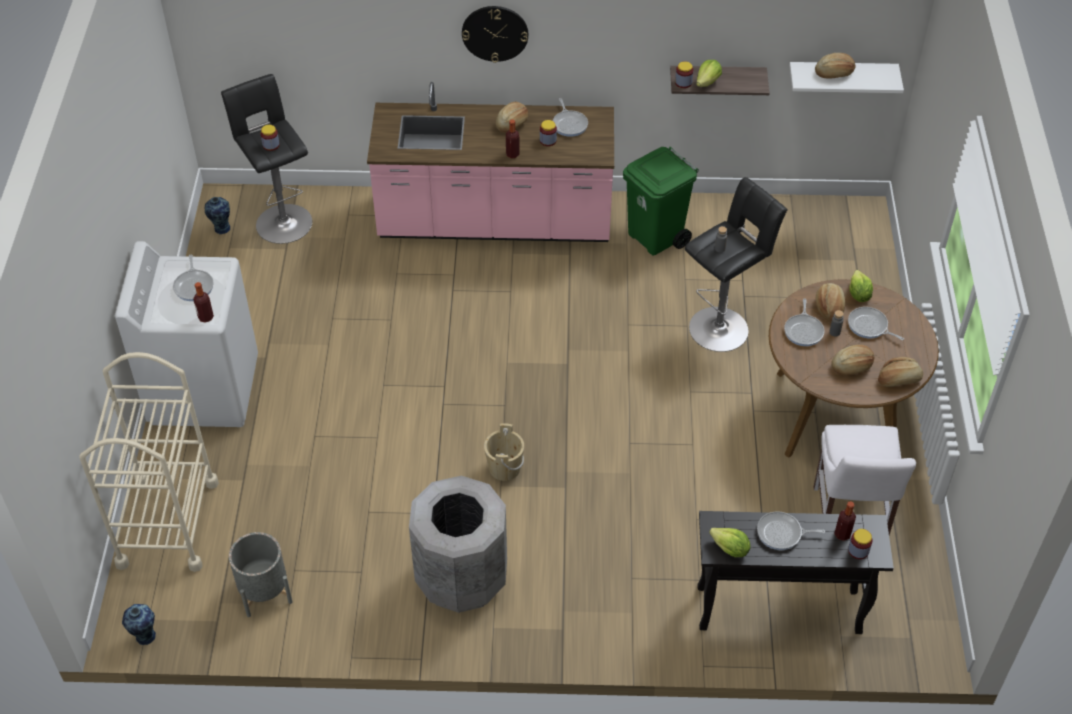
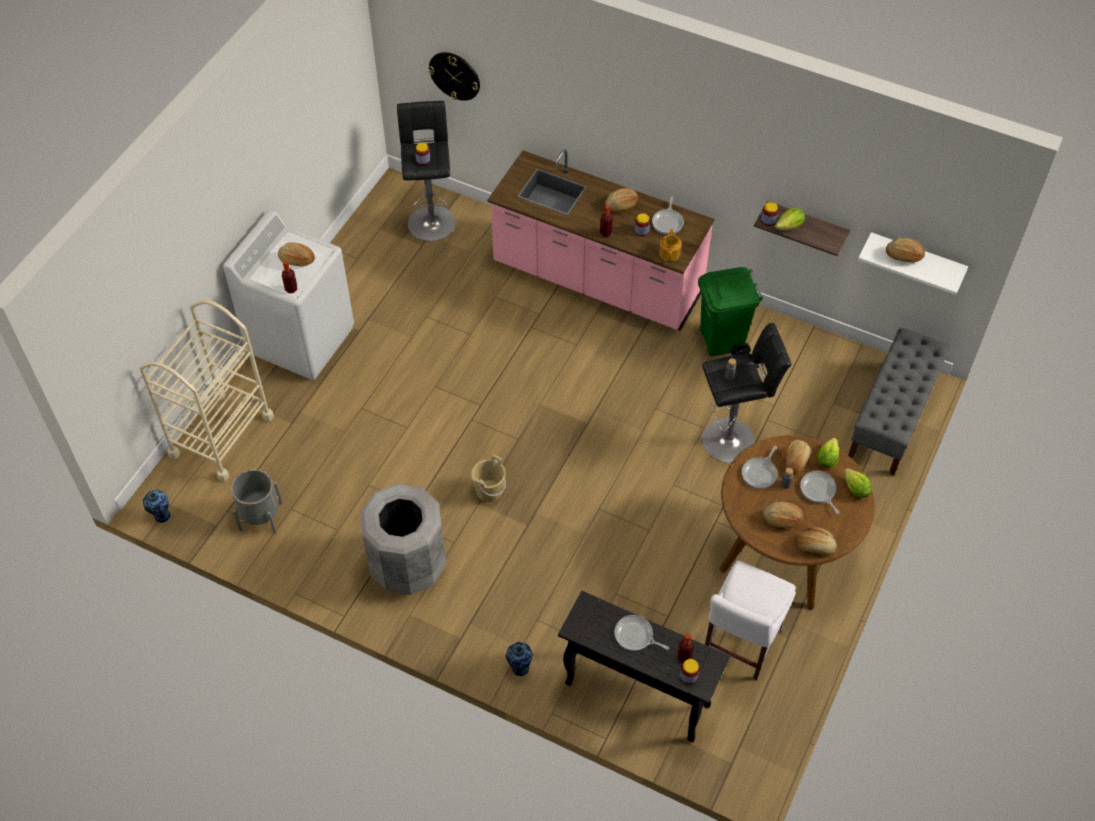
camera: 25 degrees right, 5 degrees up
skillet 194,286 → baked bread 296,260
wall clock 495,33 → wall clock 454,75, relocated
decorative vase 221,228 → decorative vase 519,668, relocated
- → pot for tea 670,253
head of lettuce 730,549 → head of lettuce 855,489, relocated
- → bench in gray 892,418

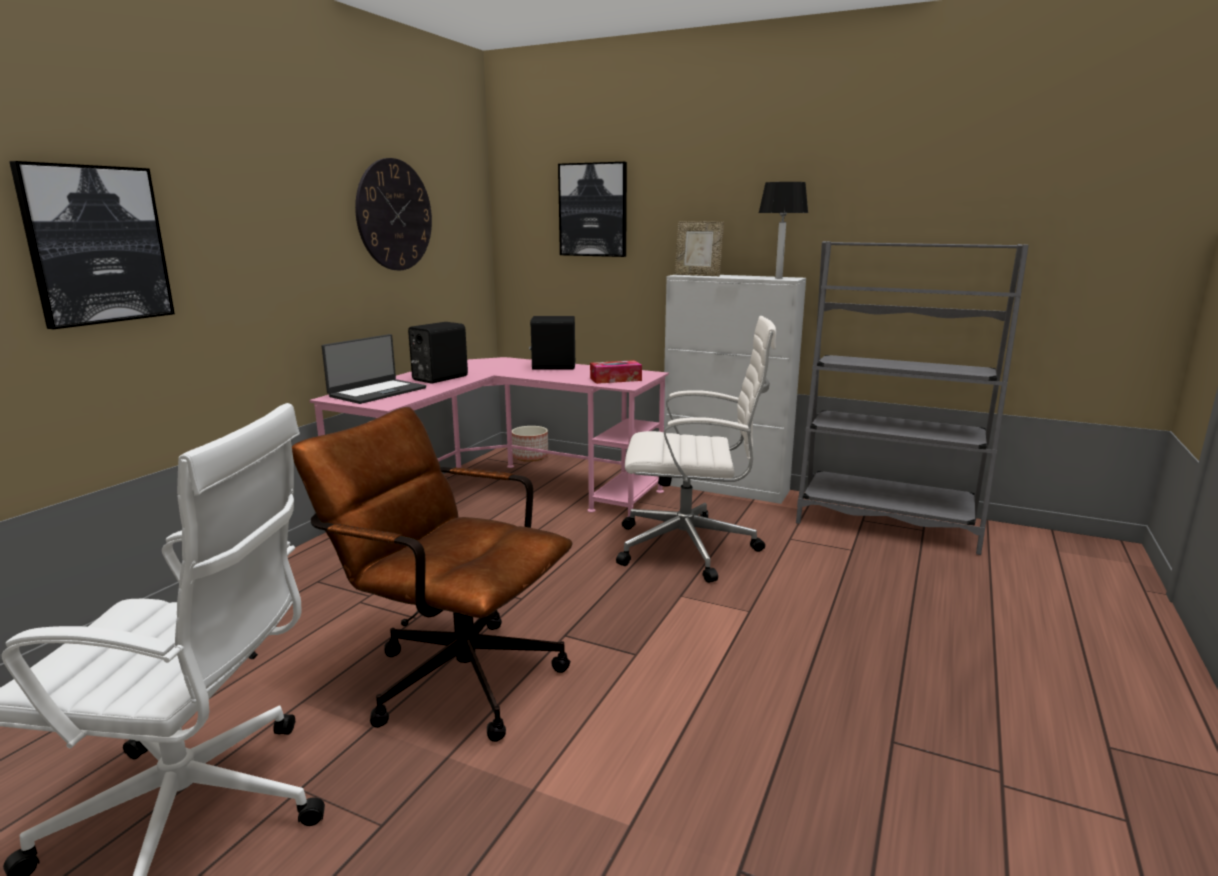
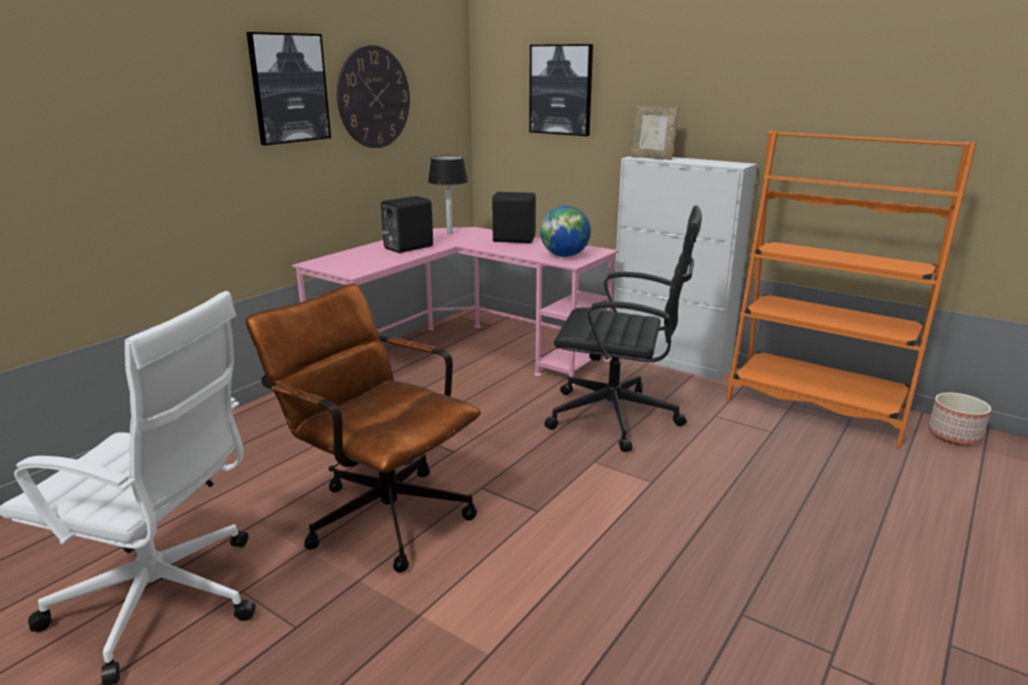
camera: 10 degrees right, 5 degrees up
wall picture 97,245 → wall picture 289,88, relocated
table lamp 778,278 → table lamp 449,233, relocated
tissue holder 615,379 → world globe 564,256
desk chair in white 690,548 → desk chair in black-coloured 617,417
bookshelf in gray 886,522 → bookshelf in orange 816,407
plant pot 531,457 → plant pot 954,435, relocated
portable computer 377,392 → -

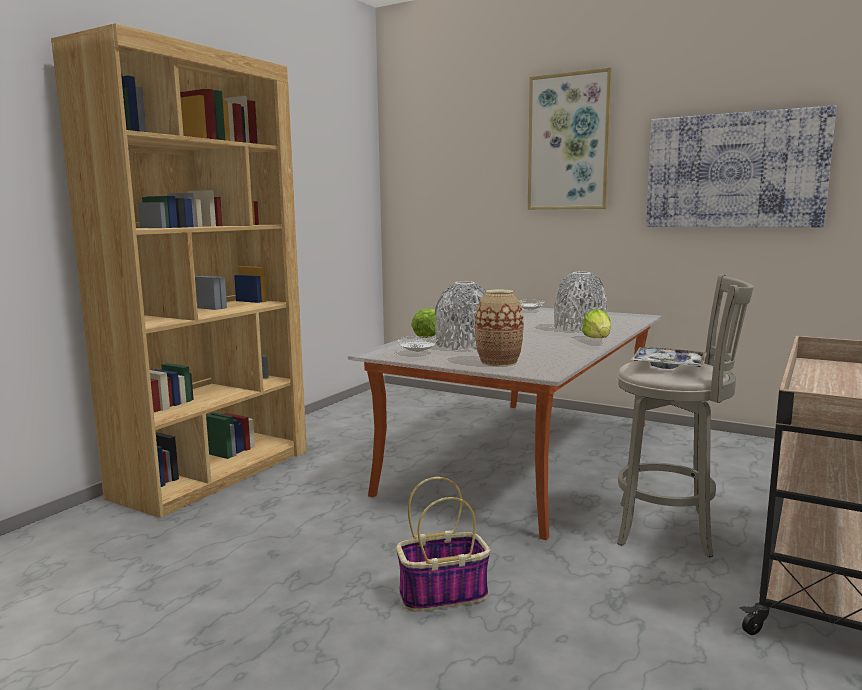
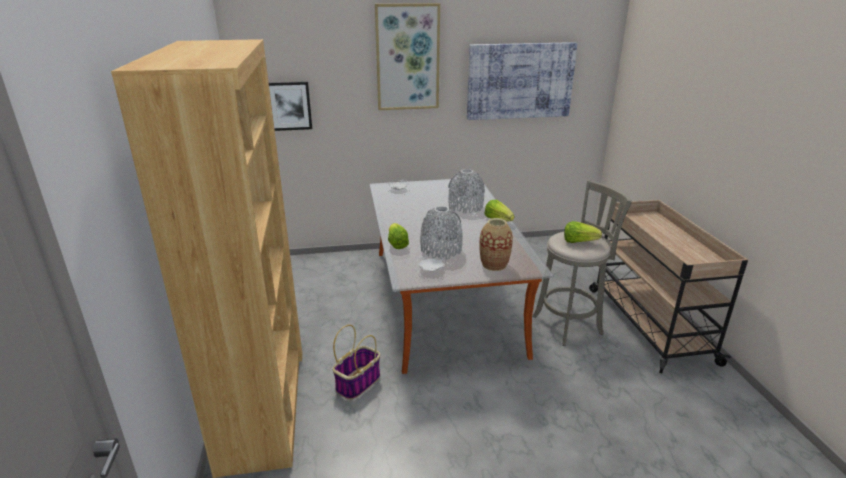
camera: 40 degrees left, 15 degrees up
- → wall picture 289,106
household basket 444,594 → household basket 358,382, relocated
tray 668,365 → head of lettuce 579,242

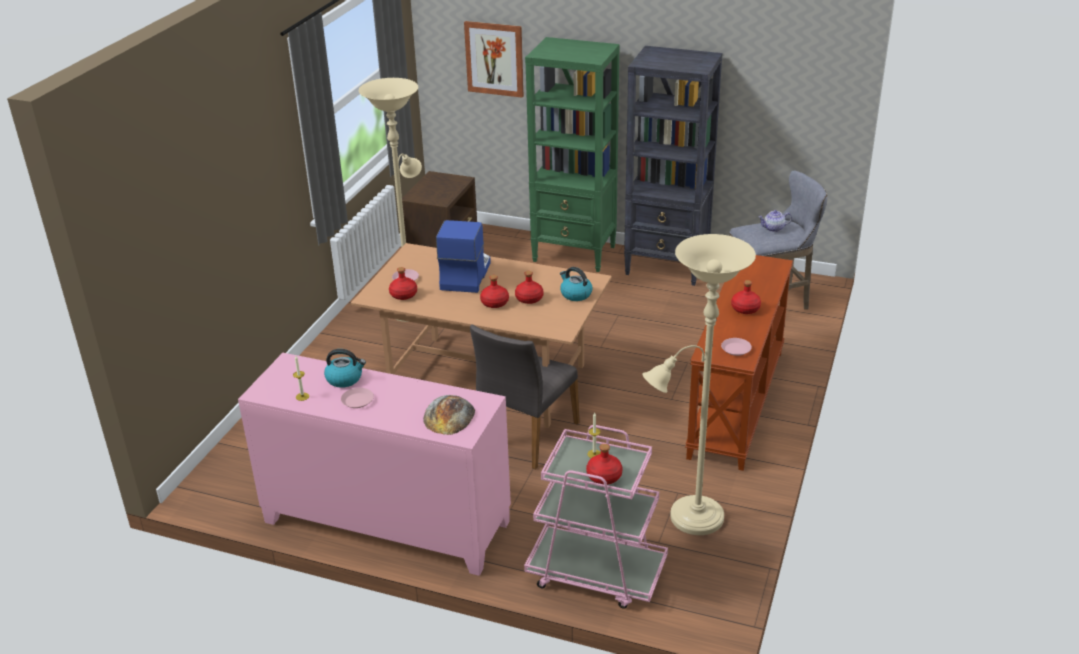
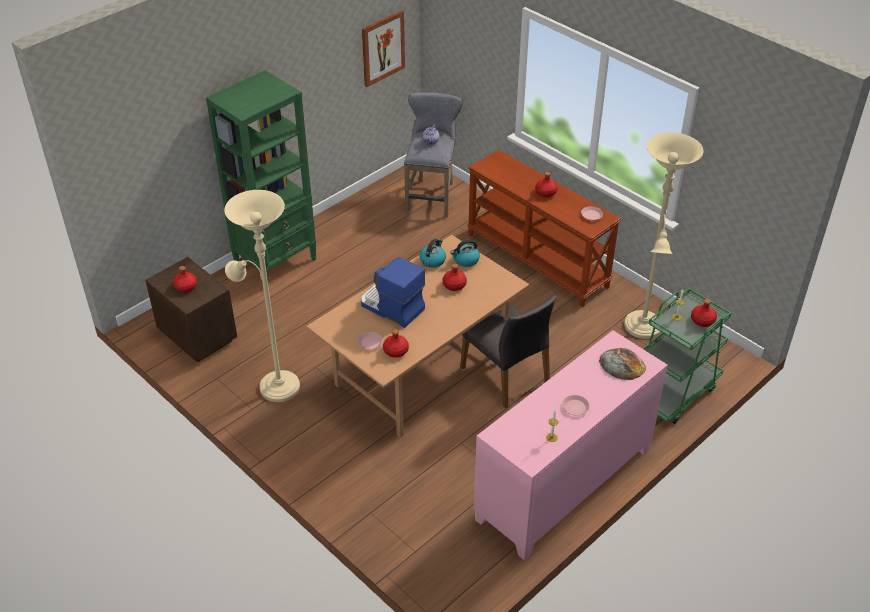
camera: 65 degrees left, 10 degrees up
bottle in reddish 494,303 → bottle in reddish 185,286, relocated
wall picture 494,58 → wall picture 382,48, relocated
water kettle 345,379 → water kettle 433,260, relocated
trolley in pink 595,573 → trolley in greenish 673,392
bookshelf in black-coloured 667,267 → -

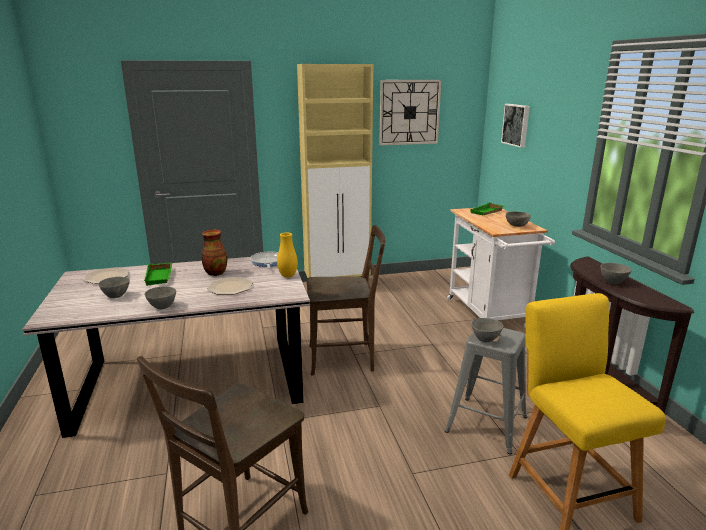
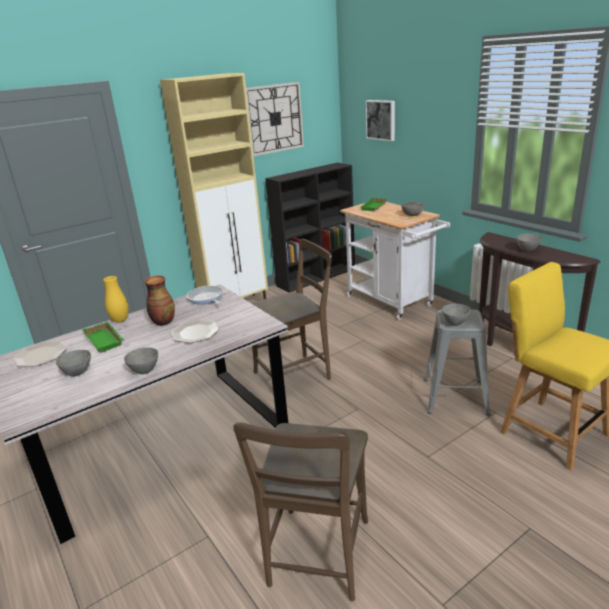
camera: 20 degrees left, 5 degrees up
decorative vase in yellow-coloured 288,276 → decorative vase in yellow-coloured 120,320, relocated
- → bookshelf in black-coloured 317,277

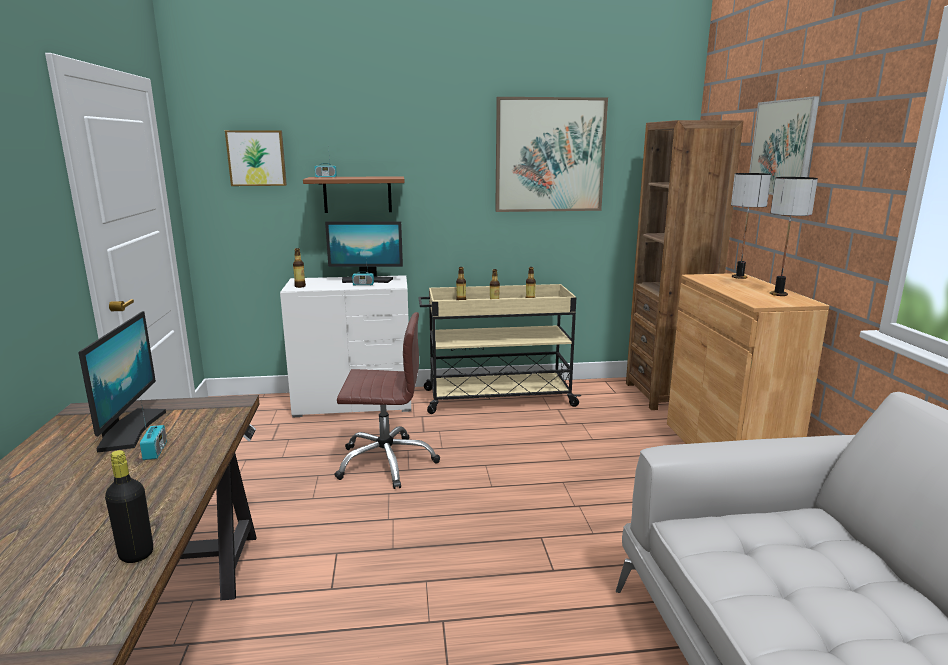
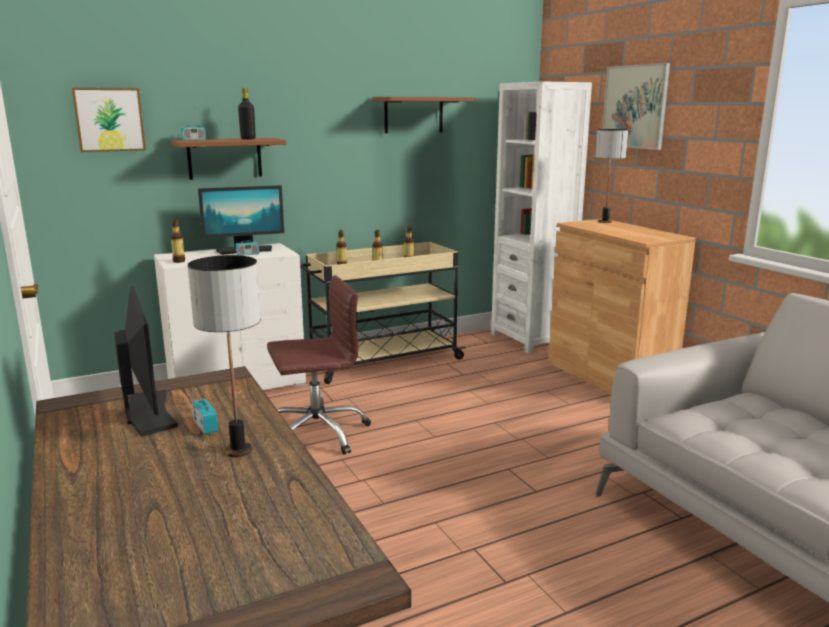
camera: 20 degrees left, 0 degrees up
table lamp 779,294 → table lamp 238,450, relocated
bottle in black-coloured 136,554 → bottle in black-coloured 248,139, relocated
wall picture 550,155 → bracket shelf in brown 413,115
bookshelf in brown 665,394 → bookshelf in white 531,339

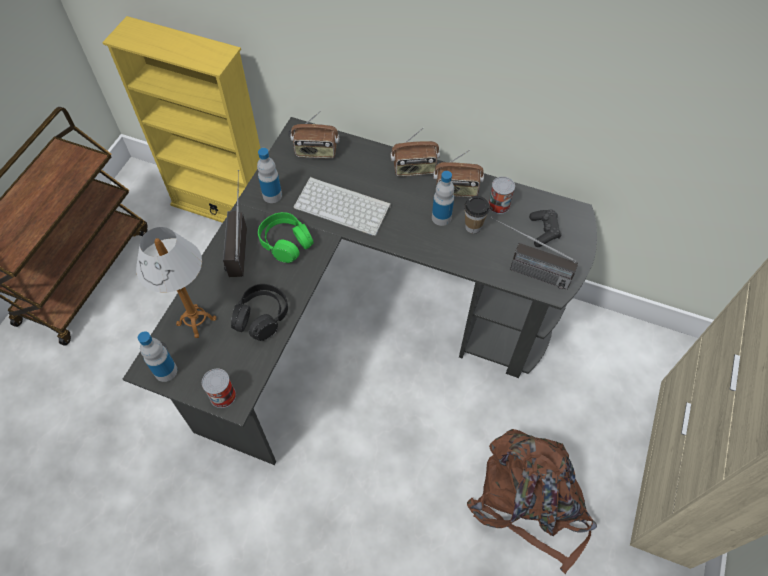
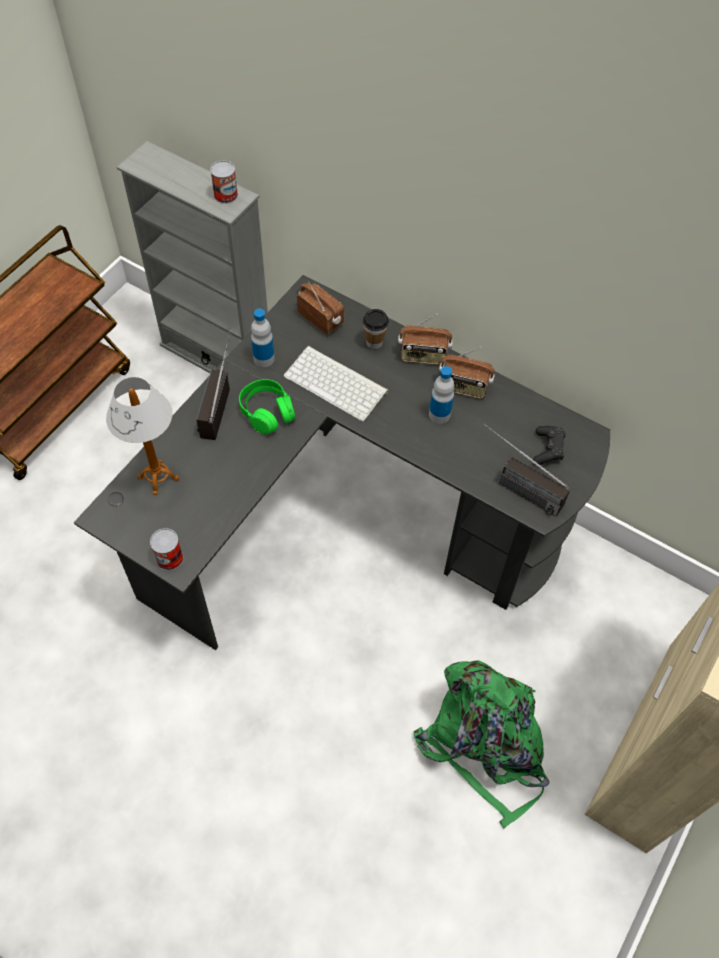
camera: 10 degrees right, 0 degrees up
bookshelf in yellow-coloured 223,207 → bookshelf in gray 217,357
sealed can 498,205 → sealed can 225,195, relocated
radio receiver 316,152 → radio receiver 321,318, 150 degrees counterclockwise
drinking cup 473,227 → drinking cup 374,343, relocated
rucksack in brown 530,499 → rucksack in greenish 486,743
bottle 165,371 → -
headphones in black-coloured 261,316 → -

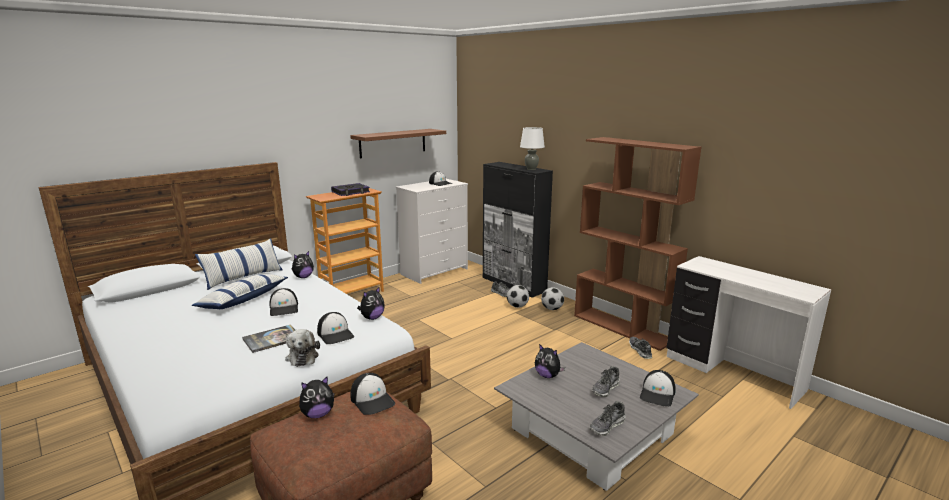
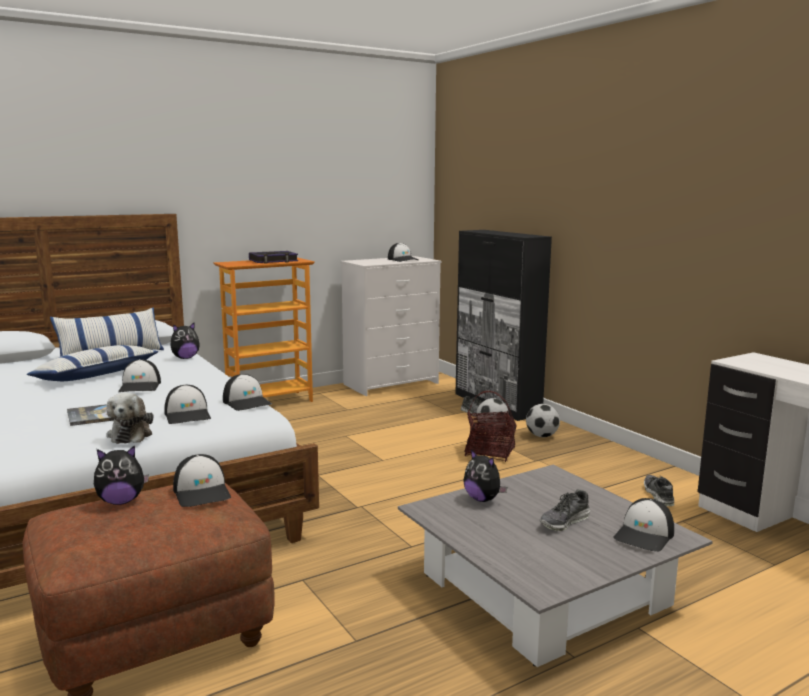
camera: 10 degrees right, 5 degrees down
plush toy 372,318 → cap 247,402
- → household basket 490,453
bracket shelf in brown 393,143 → -
table lamp in white 531,169 → -
bookshelf in brown 623,328 → -
item of footwear 607,426 → -

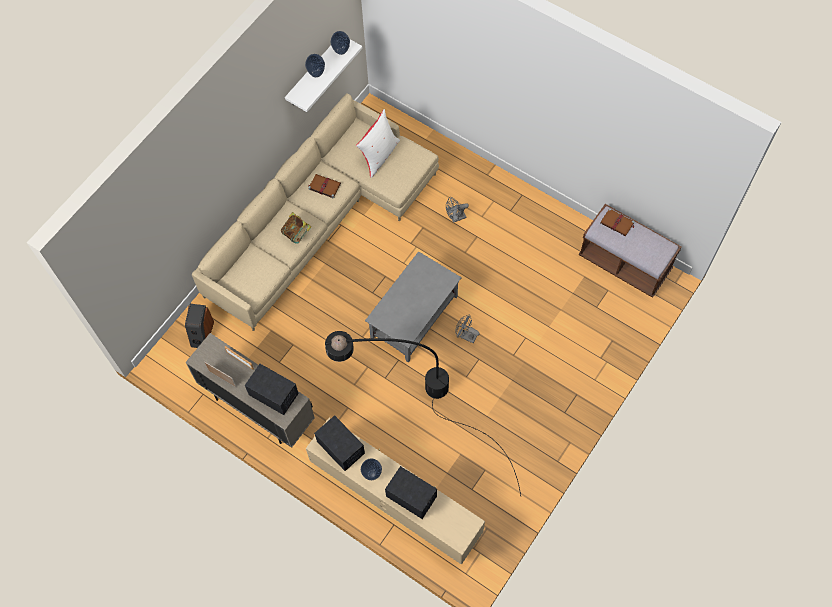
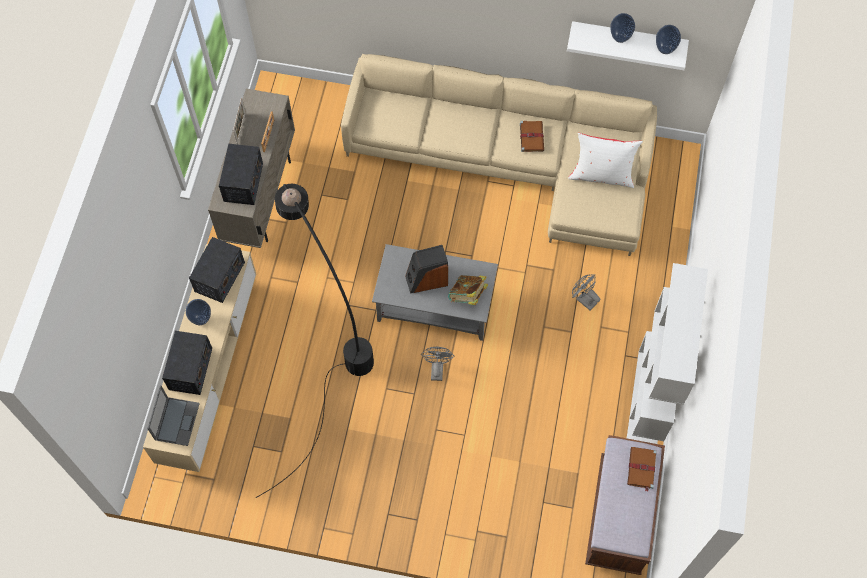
camera: 65 degrees right, 0 degrees up
- → portable computer 177,421
loudspeaker 201,333 → loudspeaker 426,280, relocated
volume 297,234 → volume 467,296, relocated
- → bookshelf in white 647,403

